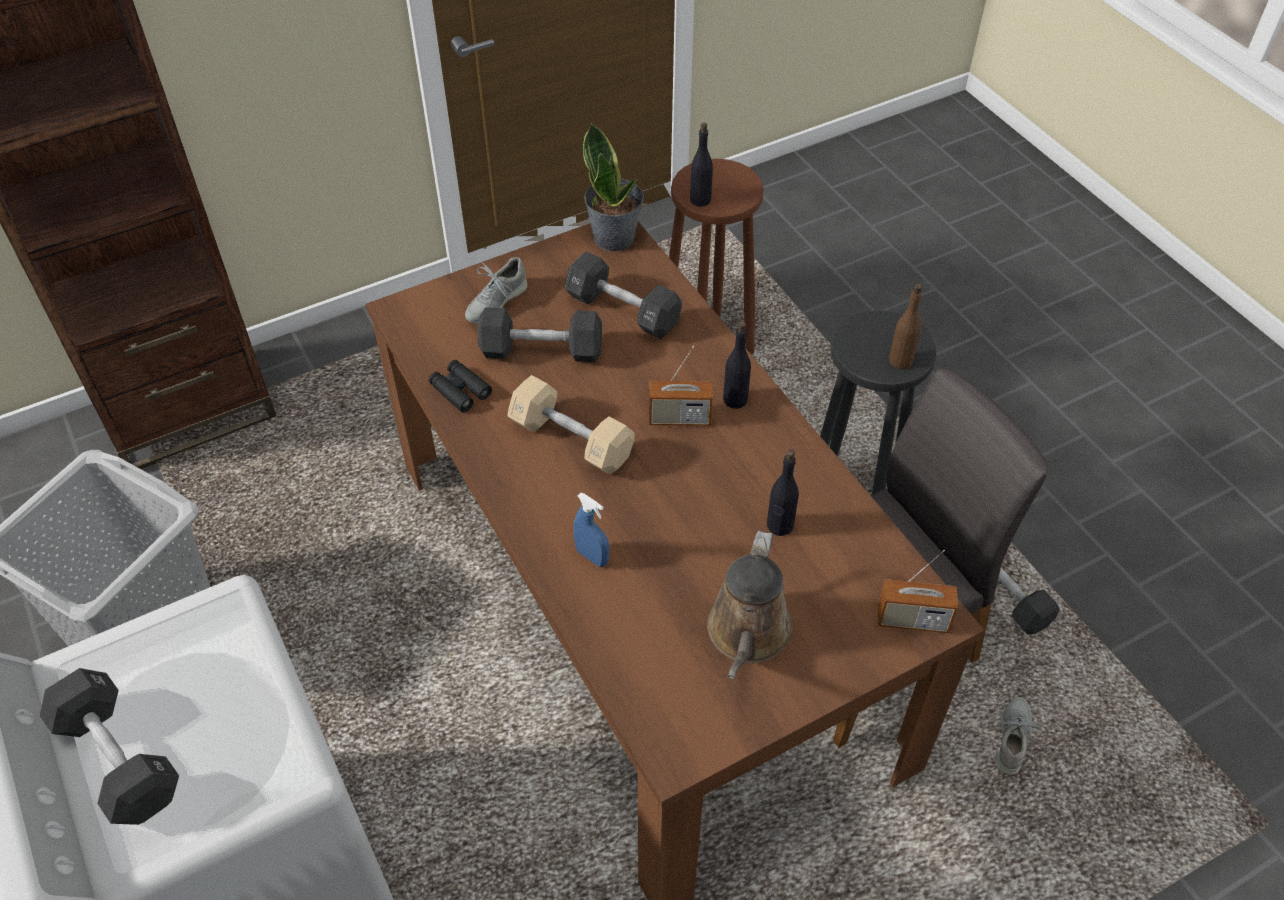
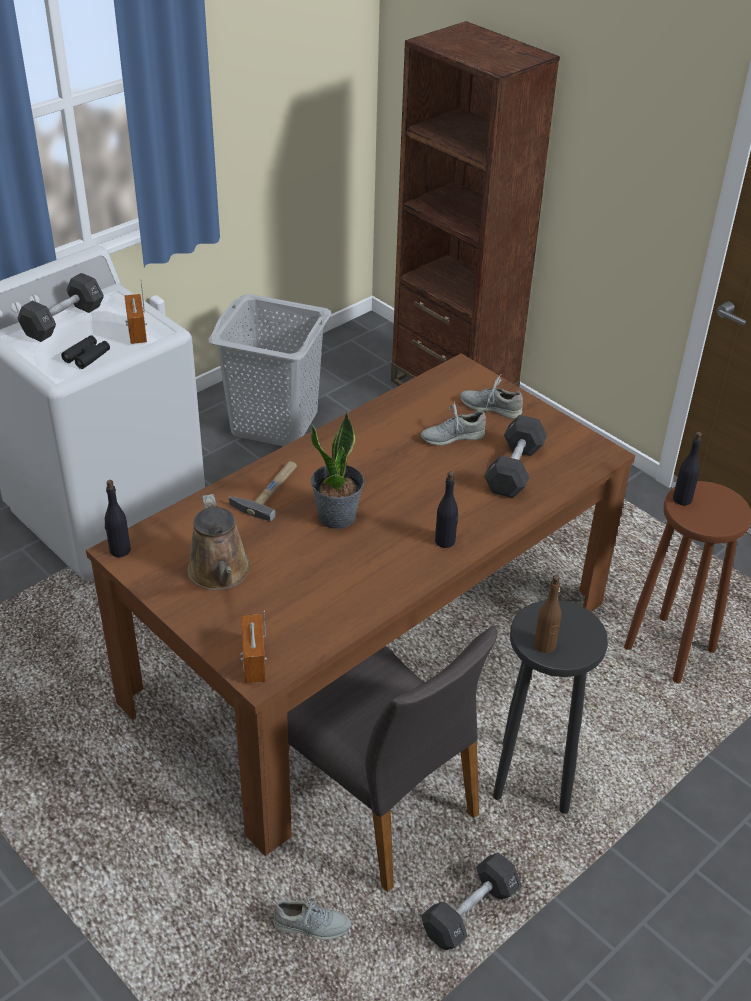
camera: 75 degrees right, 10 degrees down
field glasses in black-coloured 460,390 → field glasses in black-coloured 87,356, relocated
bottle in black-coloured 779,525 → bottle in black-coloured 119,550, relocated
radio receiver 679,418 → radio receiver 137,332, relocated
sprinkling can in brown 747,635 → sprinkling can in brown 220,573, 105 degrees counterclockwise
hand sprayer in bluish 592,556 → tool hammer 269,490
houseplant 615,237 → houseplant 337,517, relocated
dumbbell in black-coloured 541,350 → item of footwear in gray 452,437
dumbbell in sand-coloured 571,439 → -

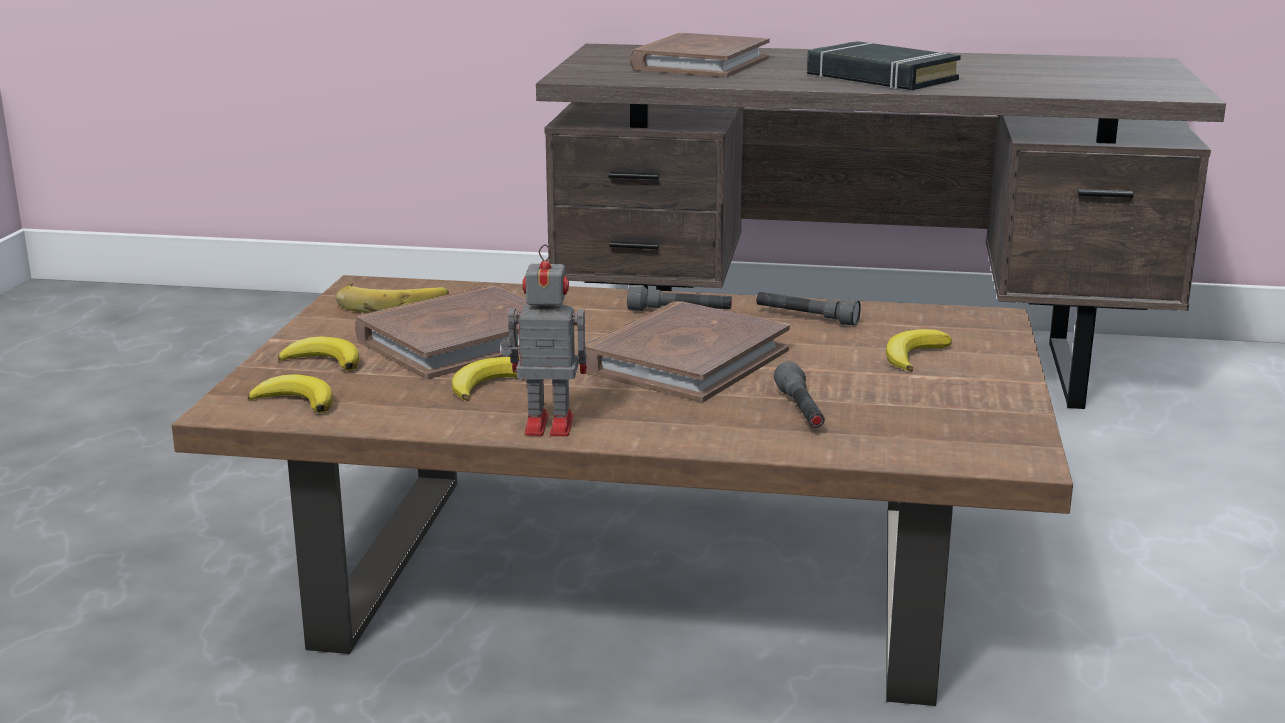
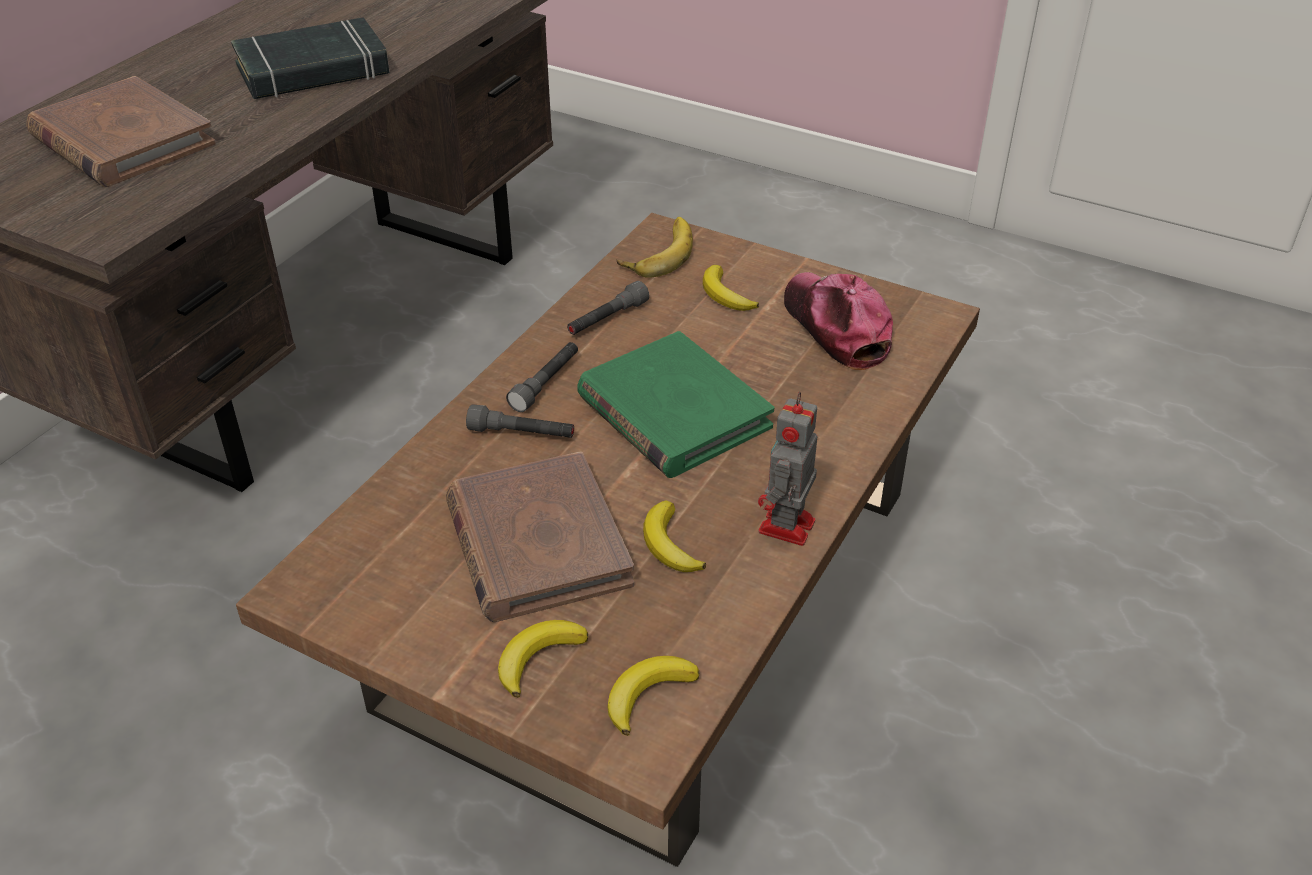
camera: 70 degrees left, 20 degrees up
flashlight in gray 801,411 → flashlight in gray 522,434, relocated
volume in brown 685,360 → volume in greenish 672,411
banana 392,303 → banana 657,252, relocated
- → cap 836,327

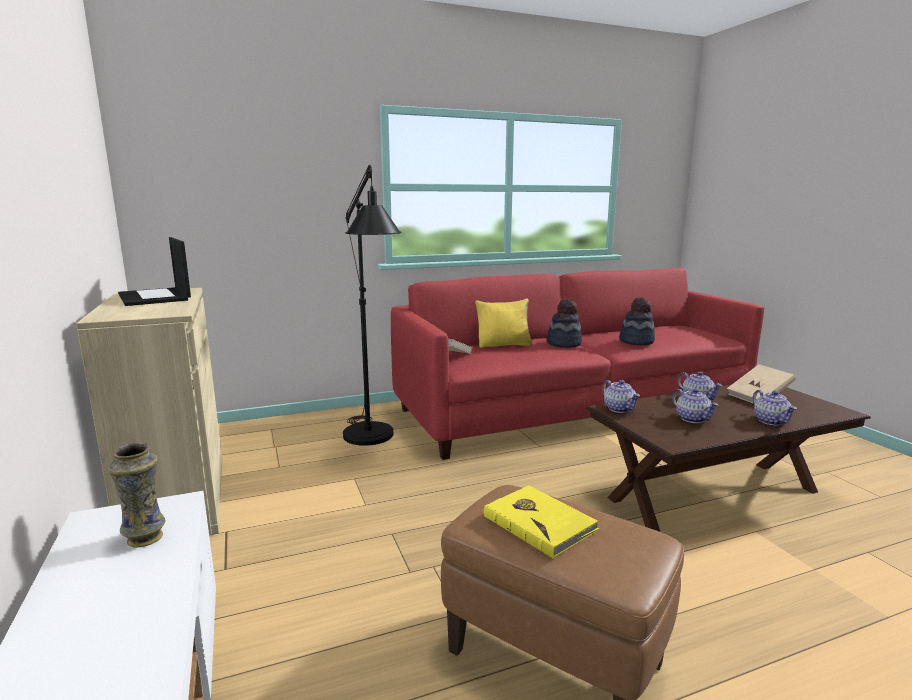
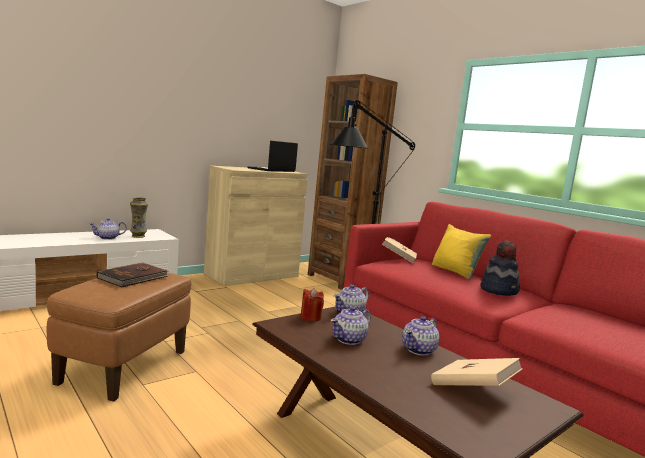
camera: 70 degrees right, 5 degrees down
pot for tea 771,421 → pot for tea 107,238, relocated
volume in yellow-coloured 539,522 → volume in brown 134,277
- → wax light in reddish 310,317
- → bookshelf in brown 340,279
clothing hat 636,341 → -

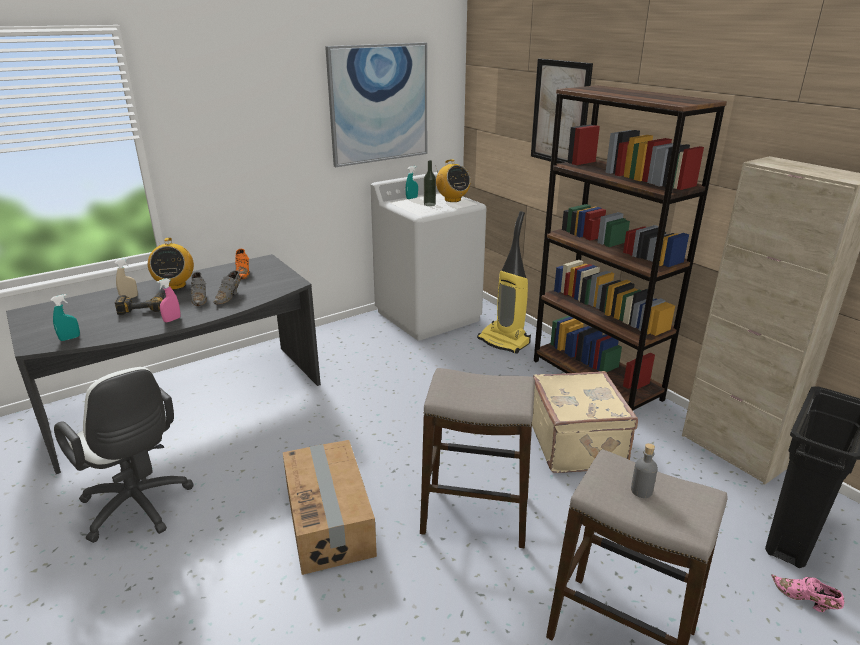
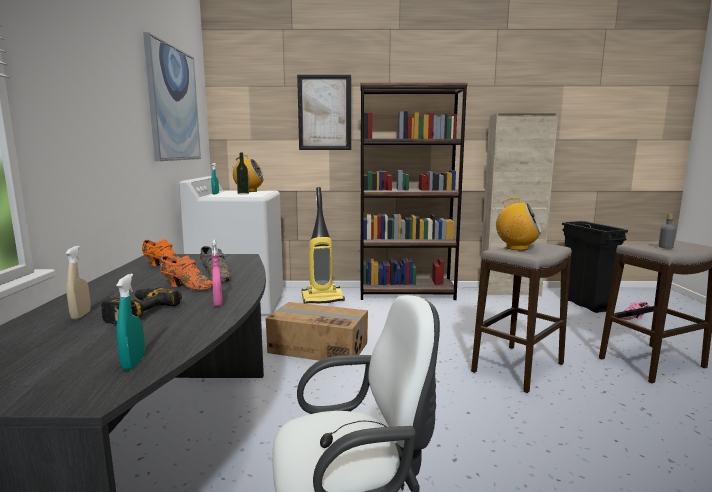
camera: 55 degrees left, 15 degrees down
item of footwear in gray 200,298 → item of footwear in orange 187,287
cardboard box 330,520 → cardboard box 318,347, relocated
radio receiver 175,285 → radio receiver 516,248, relocated
suitcase in sand-coloured 577,444 → -

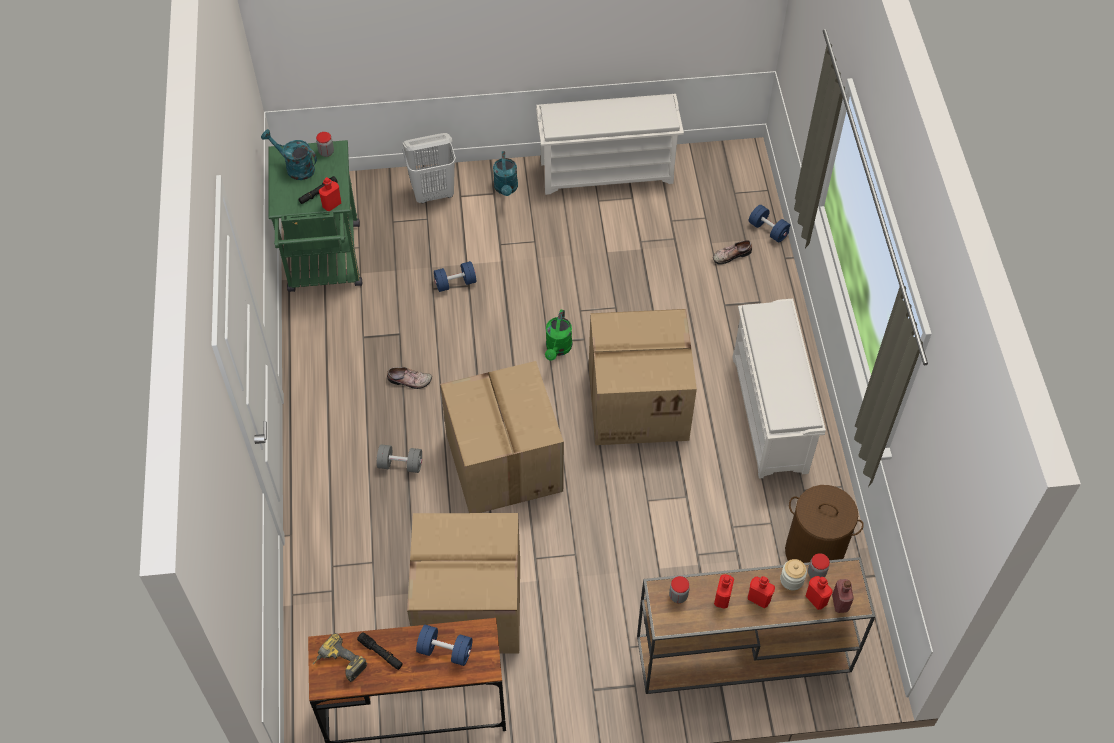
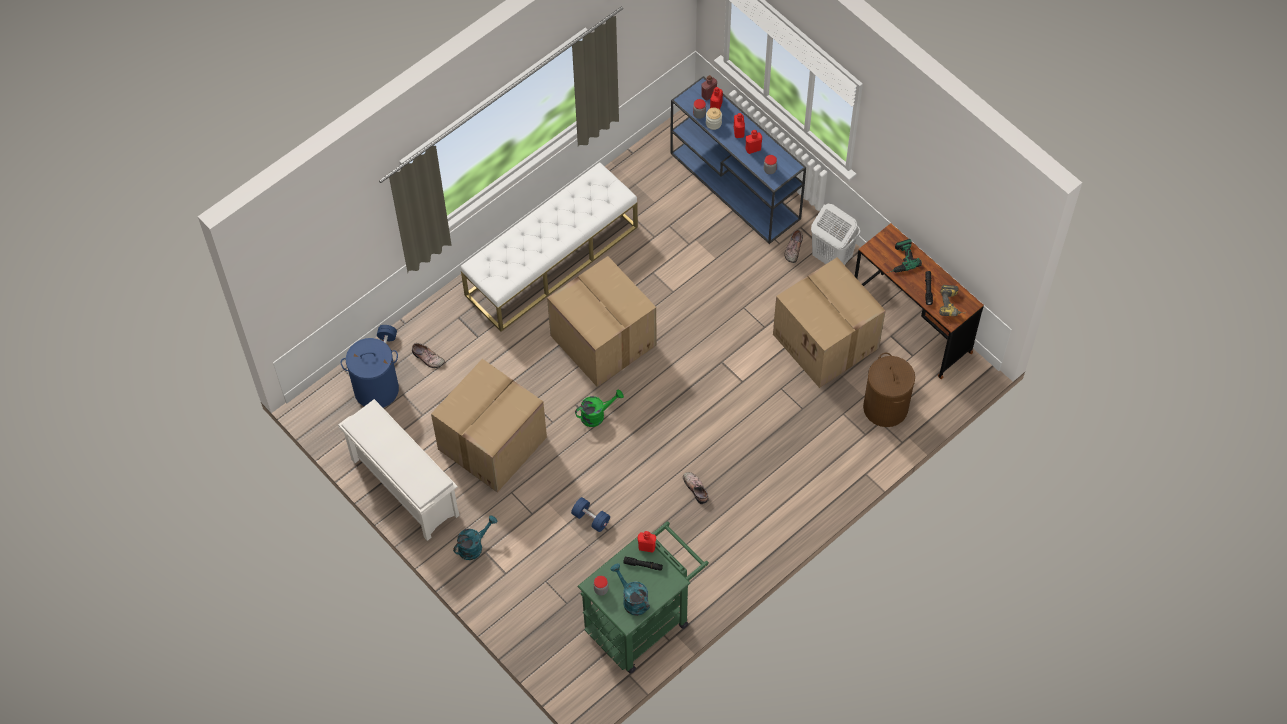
camera: 125 degrees left, 5 degrees up
- → hamper in bluish 376,389
cardboard box 502,462 → cardboard box 492,445, relocated
shoe shelf in white 771,415 → bench in white 552,260
sprinkling can in turquoise-coloured 295,167 → sprinkling can in turquoise-coloured 632,599, 150 degrees clockwise
narrow table in brown 741,654 → narrow table in bluish 736,187
- → item of footwear 793,249
hamper in white 433,193 → hamper in white 831,257, relocated
hamper in brown 813,552 → hamper in brown 885,408, relocated
dumbbell in bluish 445,650 → power drill 899,260
dumbbell in gray 400,464 → -

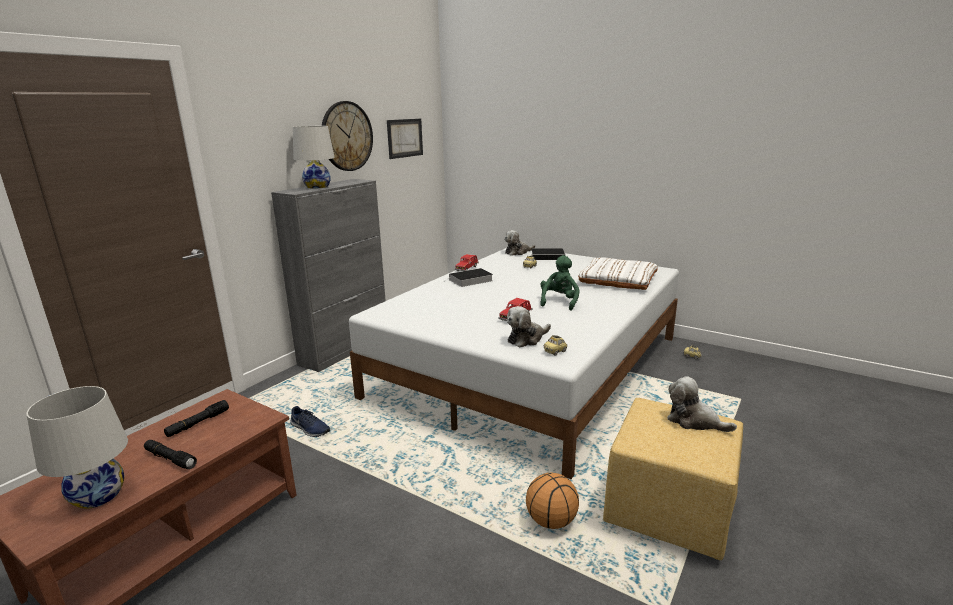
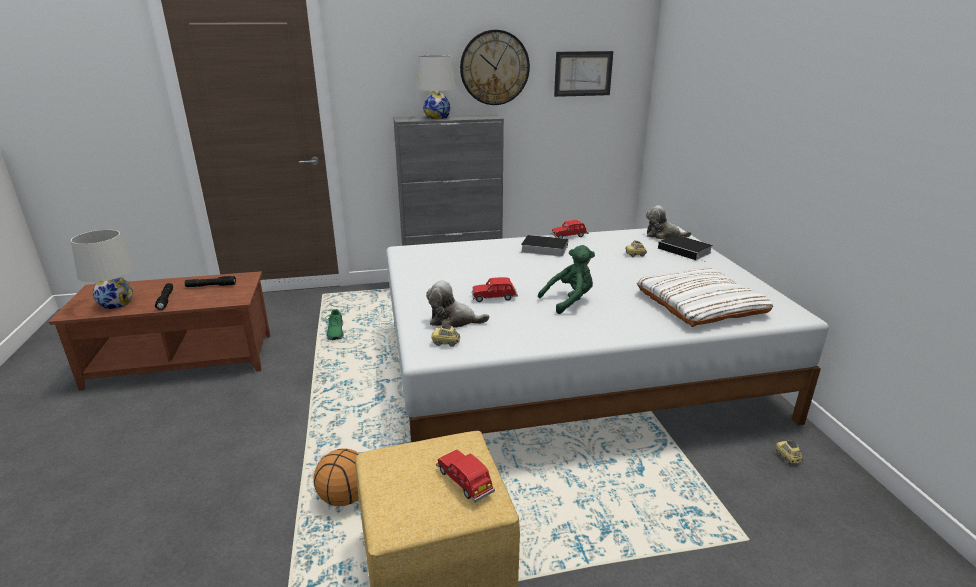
camera: 45 degrees right, 5 degrees up
item of footwear in bluish 309,429 → item of footwear in greenish 335,332
plush toy 694,421 → miniature car in reddish 465,482

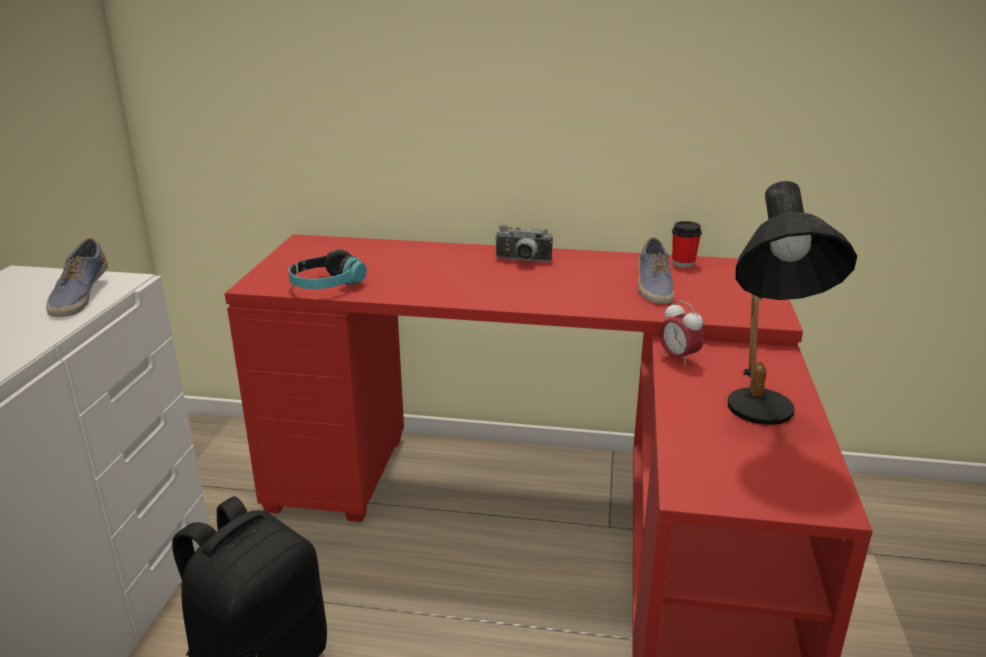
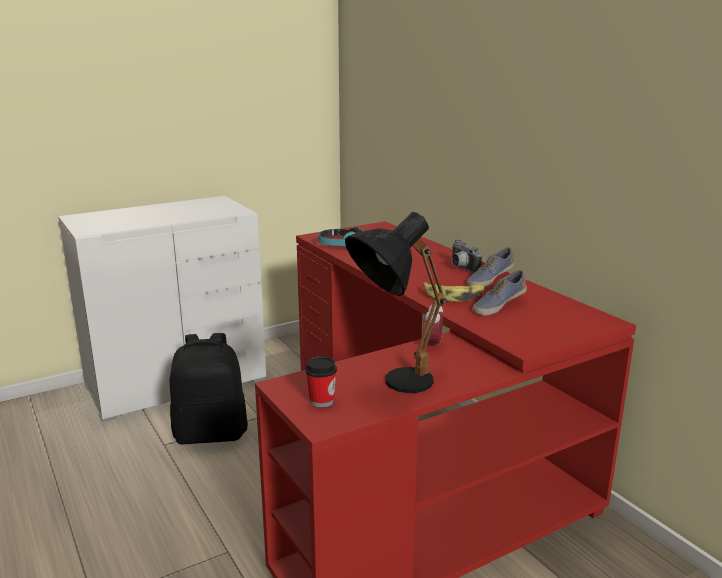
camera: 50 degrees right, 5 degrees down
drinking cup 683,263 → drinking cup 321,401, relocated
- → banana 454,296
item of footwear 79,296 → item of footwear 489,279, relocated

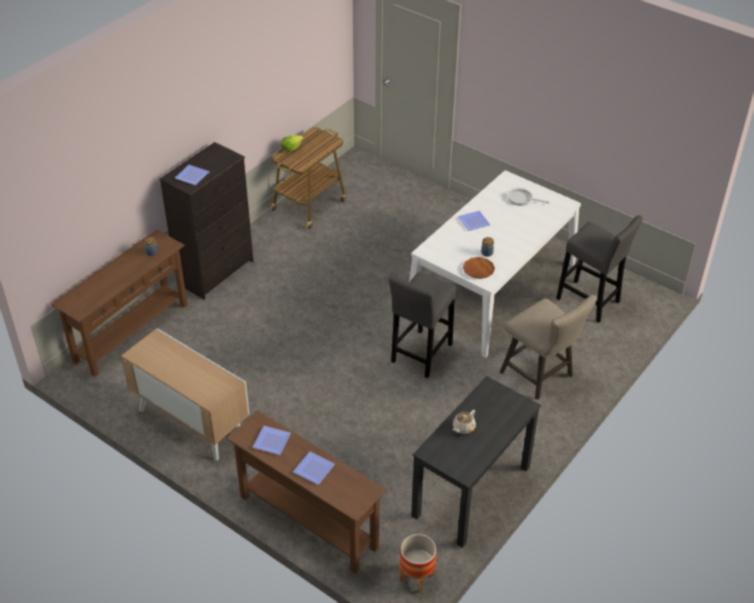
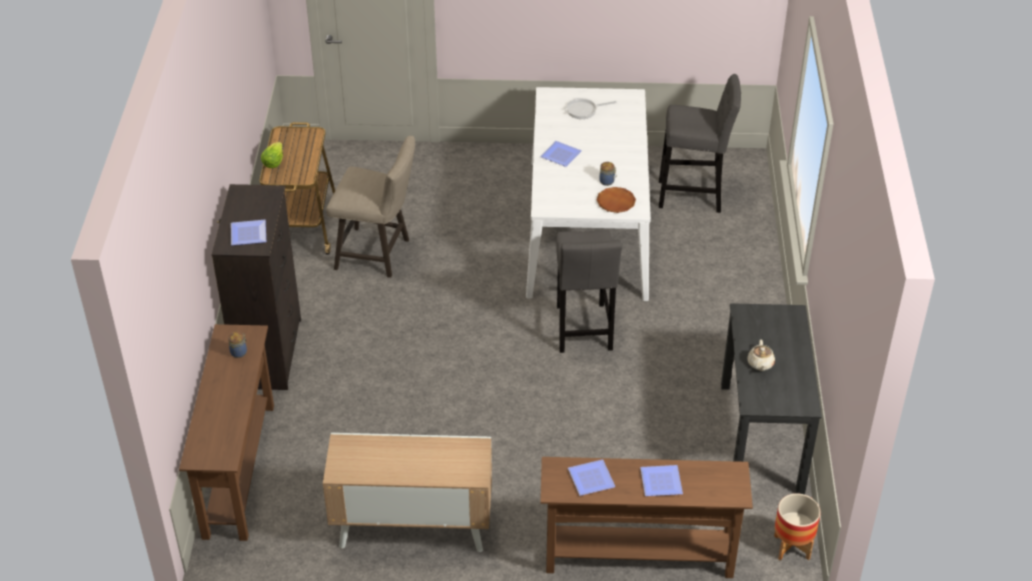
camera: 35 degrees left, 0 degrees up
stool seat in sand-coloured 541,376 → stool seat in sand-coloured 378,254, relocated

